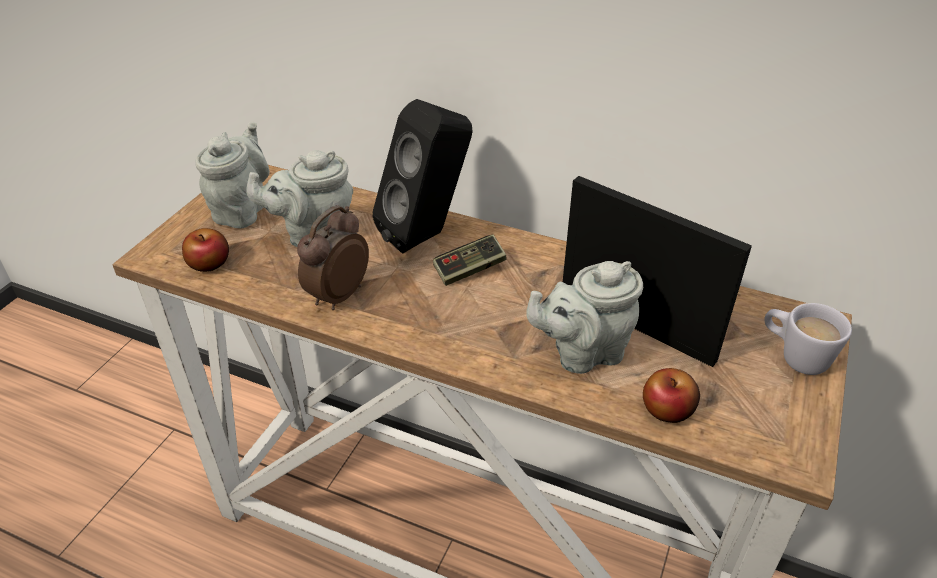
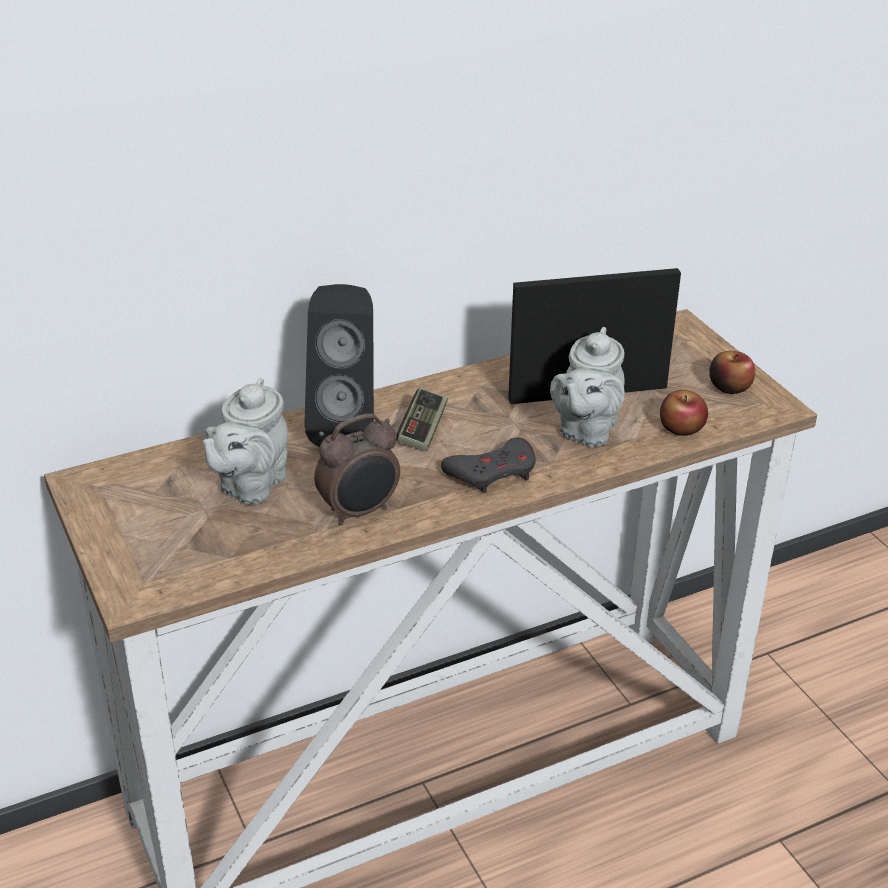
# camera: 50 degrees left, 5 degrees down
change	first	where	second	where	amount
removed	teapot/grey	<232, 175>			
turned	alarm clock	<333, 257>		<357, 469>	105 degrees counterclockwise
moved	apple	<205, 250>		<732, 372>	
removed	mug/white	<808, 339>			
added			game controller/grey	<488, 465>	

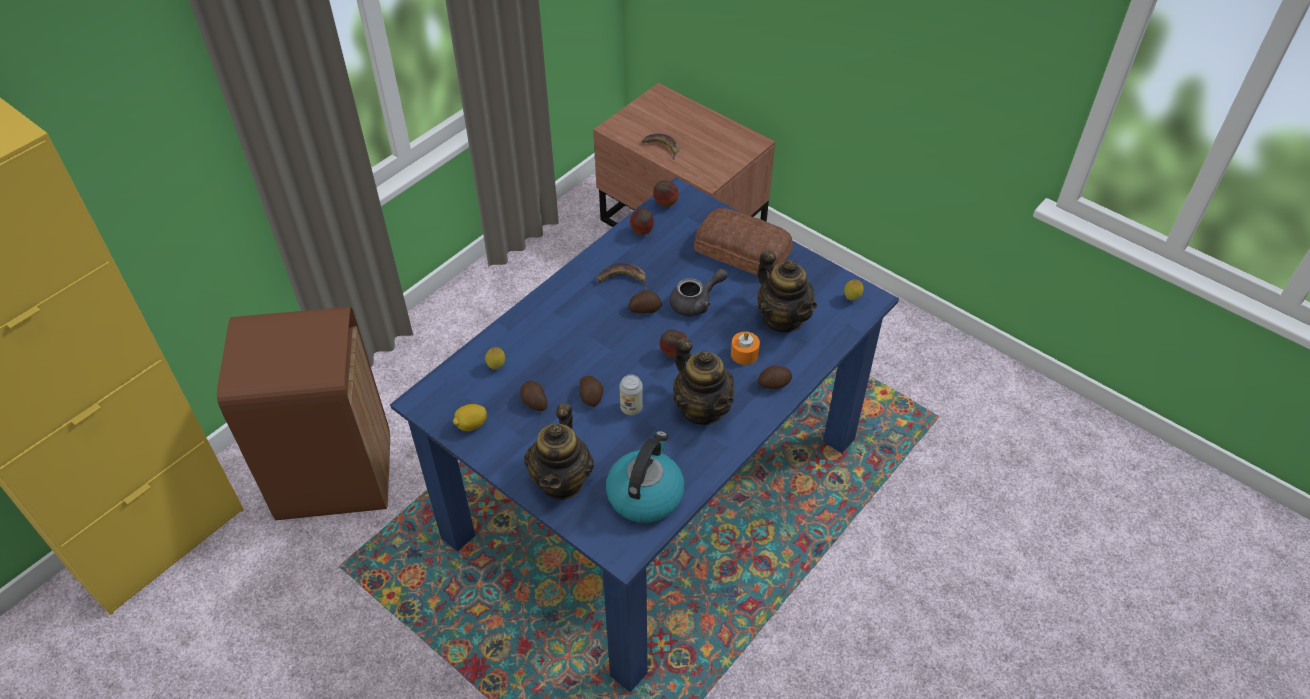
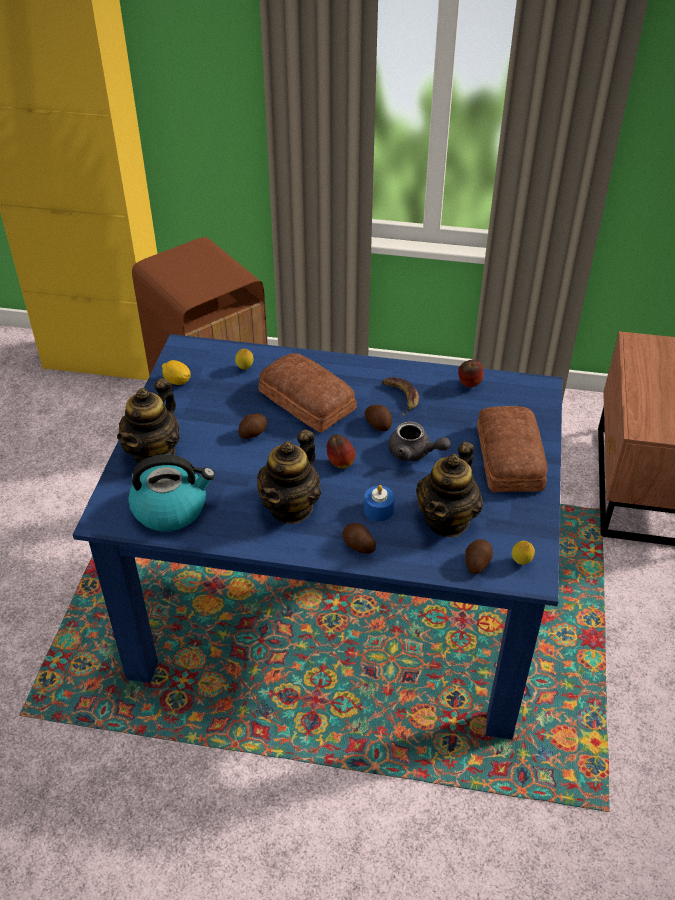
# camera: 60 degrees right, 5 degrees down
change	first	where	second	where	amount
removed	banana	<660, 147>			
removed	apple	<666, 193>			
recoloured	candle/orange	<745, 348>	candle/blue	<379, 503>	
removed	can	<631, 395>			
moved	potato	<534, 396>		<479, 556>	
turned	teapot	<559, 451>		<148, 421>	45 degrees counterclockwise
added			bread	<307, 393>	

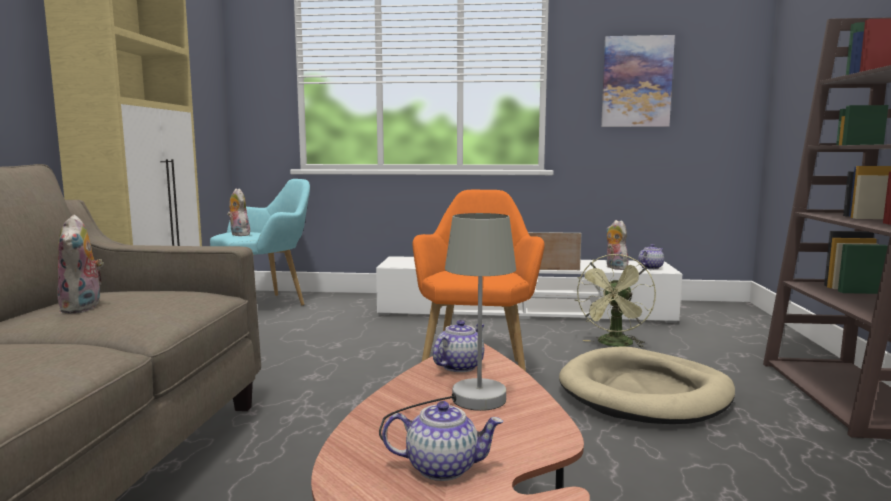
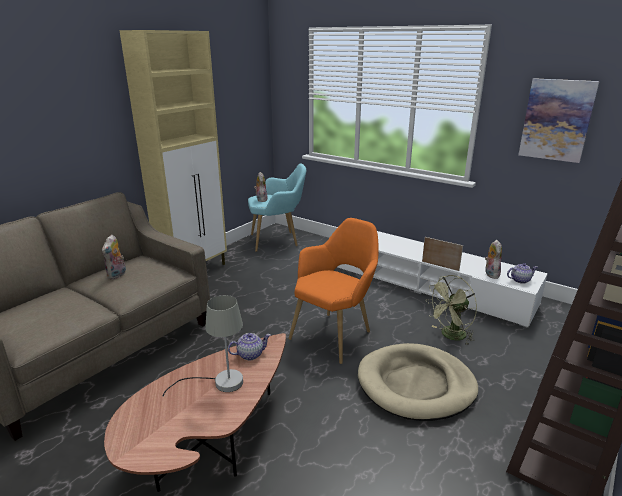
# camera: 30 degrees right, 15 degrees up
change	first	where	second	where	amount
removed	teapot	<442, 441>			

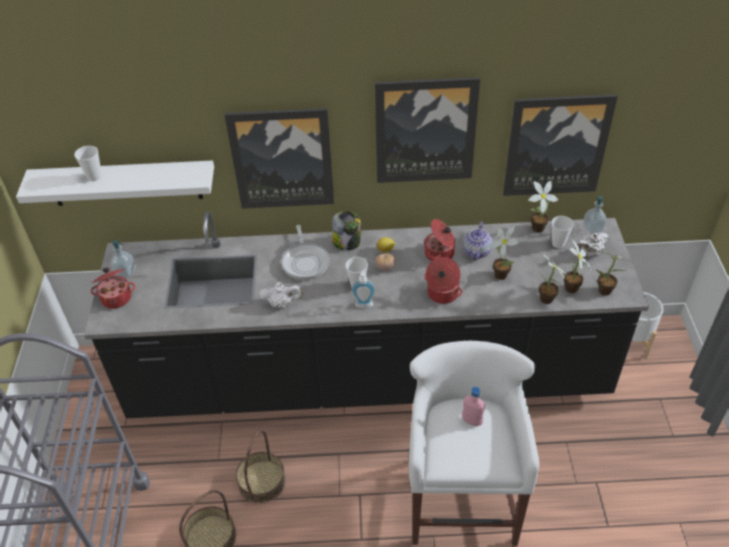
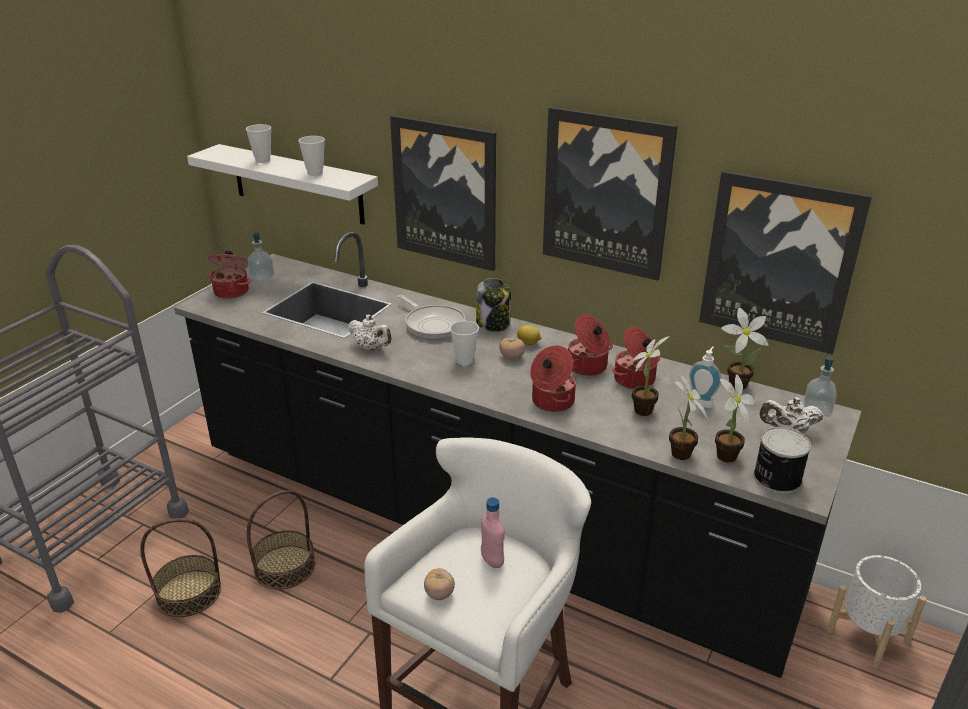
# camera: 30 degrees right, 15 degrees down
change	first	where	second	where	amount
moved	cup	<562, 232>		<311, 156>	
replaced	teapot	<478, 241>	cooking pot	<636, 358>	
turned	frying pan	<305, 252>		<432, 317>	60 degrees counterclockwise
replaced	potted plant	<611, 274>	can	<782, 460>	
moved	soap dispenser	<363, 288>		<705, 377>	
added			tomato	<439, 584>	

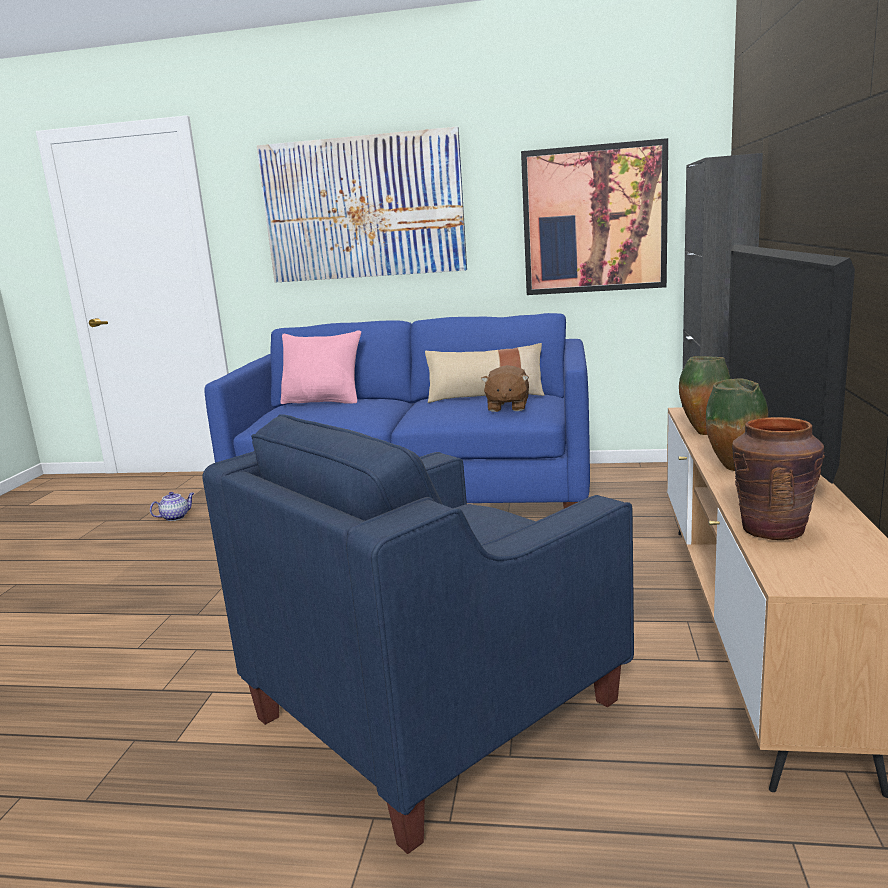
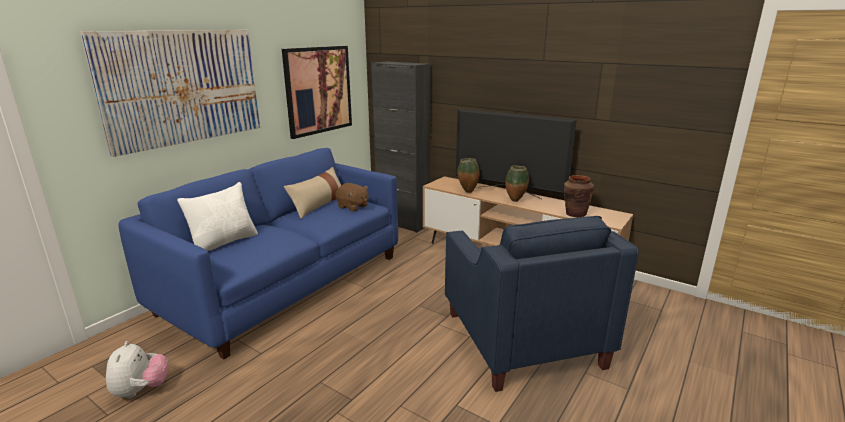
# camera: 65 degrees left, 5 degrees up
change	first	where	second	where	amount
recoloured	pillow/pink	<321, 367>	pillow/white	<217, 216>	
replaced	teapot	<172, 506>	plush toy	<137, 370>	

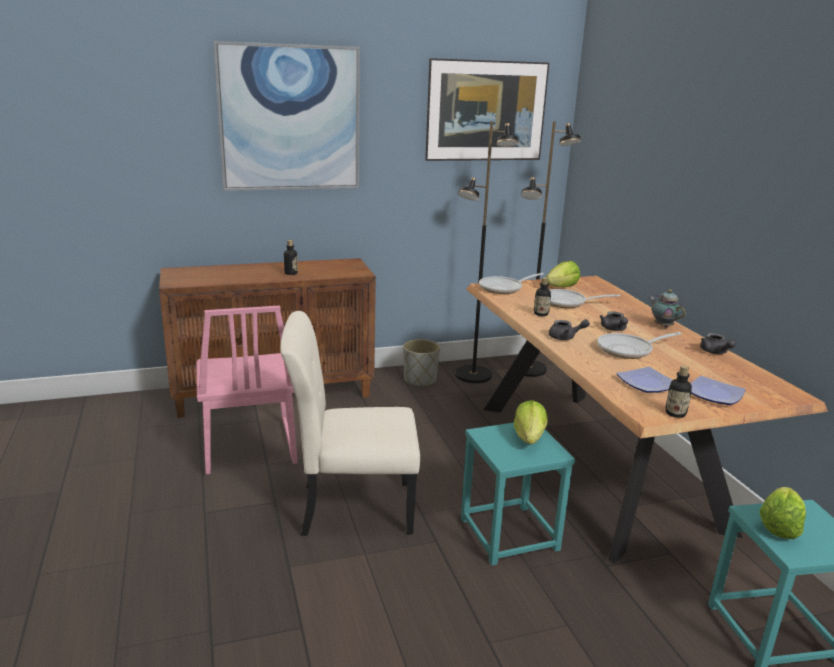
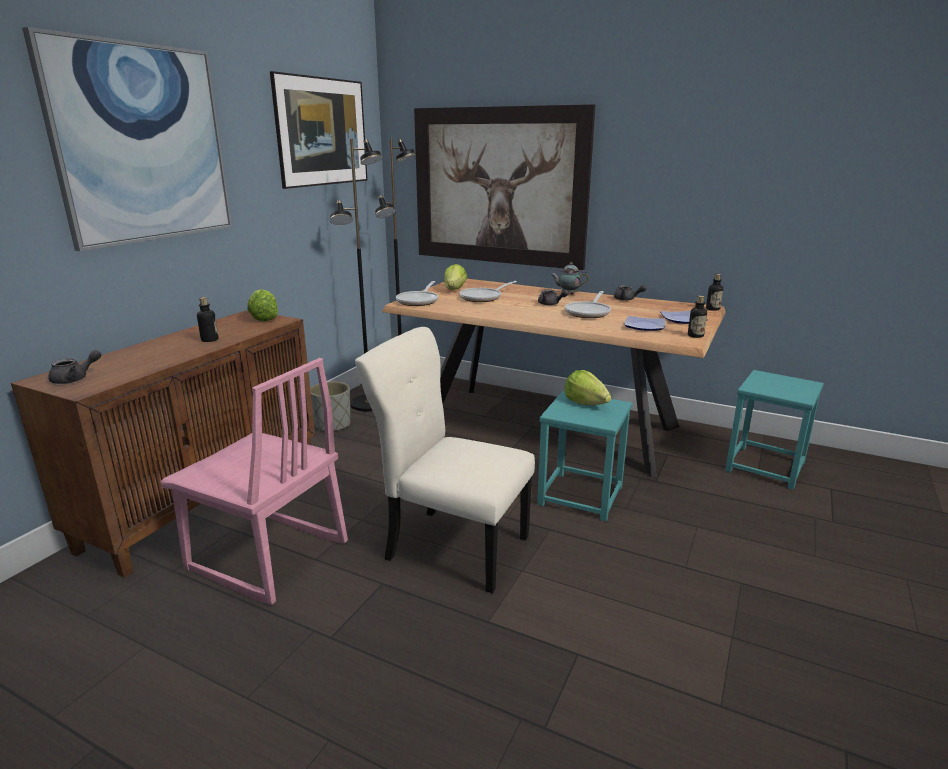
# camera: 45 degrees left, 0 degrees up
change	first	where	second	where	amount
moved	bottle	<542, 296>		<714, 292>	
turned	chair/beige	<350, 423>		<445, 460>	75 degrees clockwise
moved	teapot/grey	<569, 329>		<75, 367>	
moved	lettuce	<782, 513>		<262, 305>	
added			picture	<504, 187>	

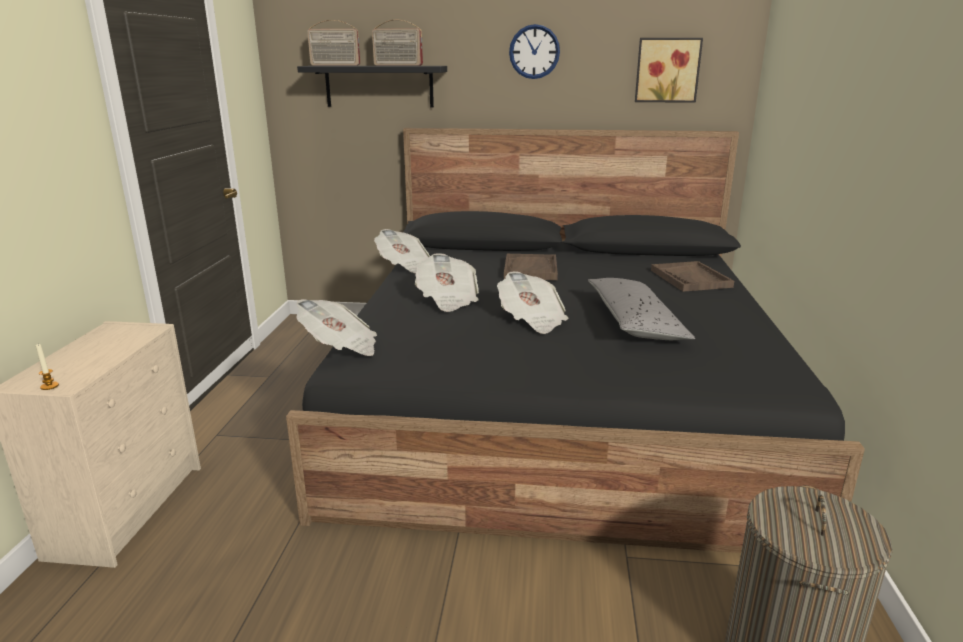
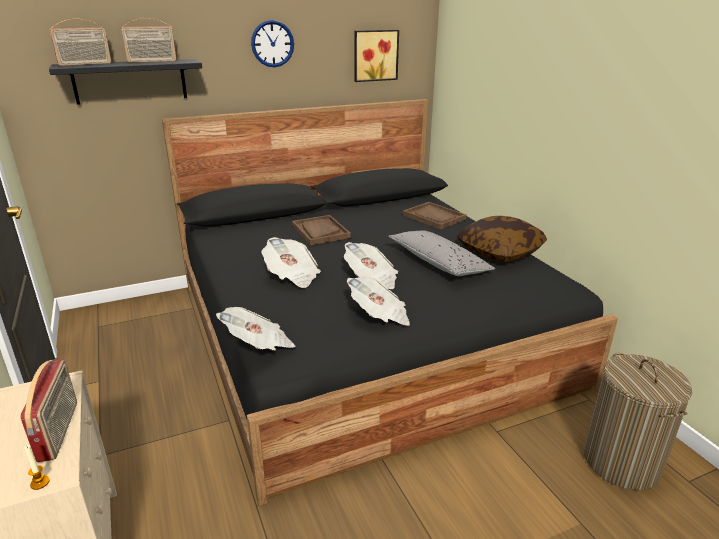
# camera: 30 degrees left, 5 degrees up
change	first	where	second	where	amount
moved	newspaper	<402, 251>		<378, 301>	
added			pillow	<502, 239>	
added			radio	<49, 411>	

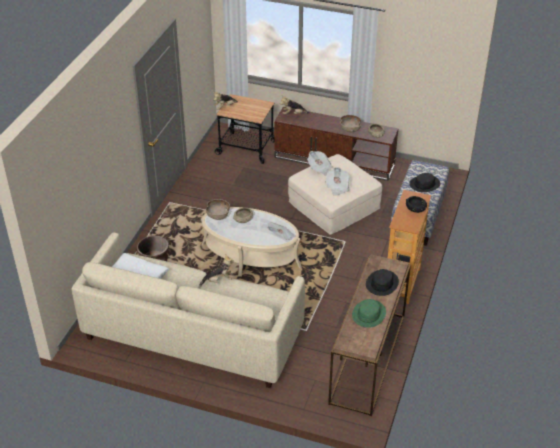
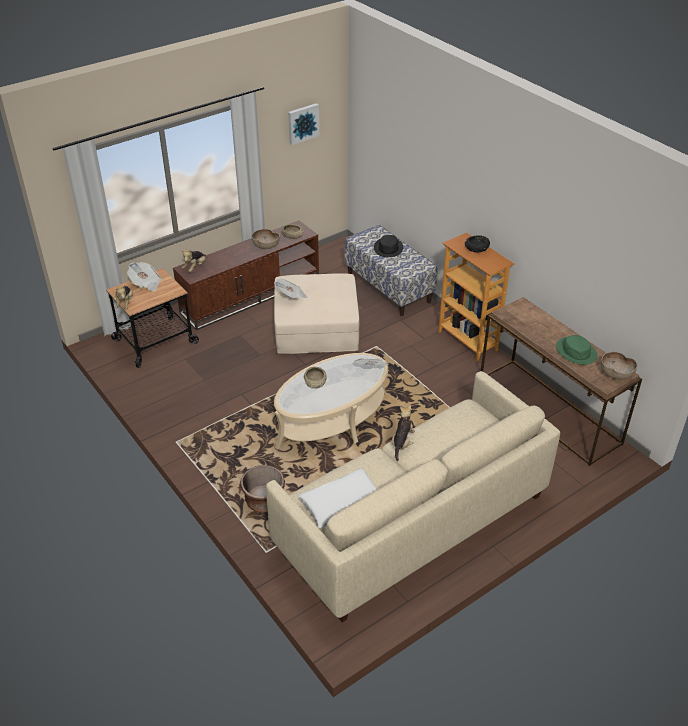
# camera: 55 degrees left, 0 degrees up
change	first	where	second	where	amount
moved	newspaper	<337, 181>		<144, 276>	
moved	bowl/brown	<218, 209>		<619, 366>	
removed	hat/black	<382, 282>			
added			picture	<303, 124>	

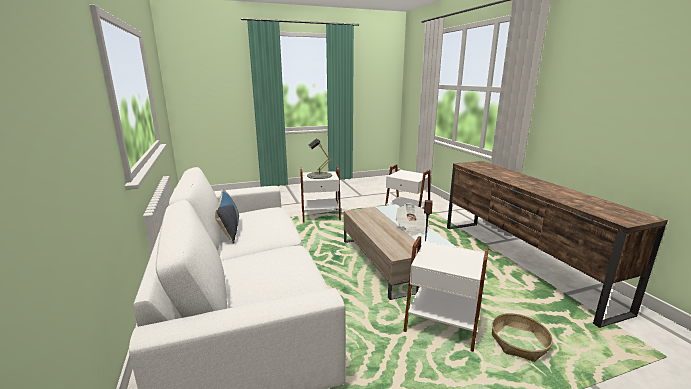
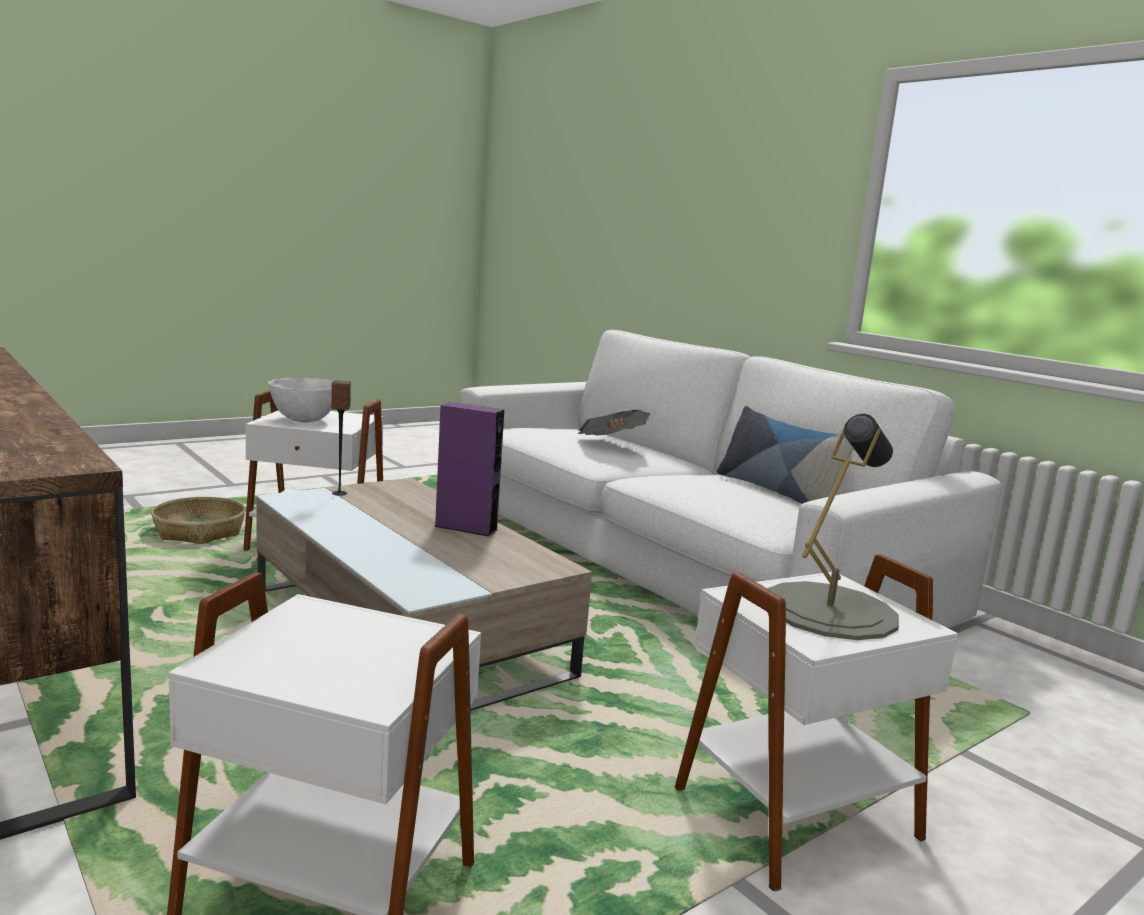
# camera: 160 degrees right, 5 degrees down
change	first	where	second	where	amount
moved	newspaper	<412, 219>		<614, 422>	
added			bowl/white	<300, 400>	
added			speaker/purple	<469, 469>	

